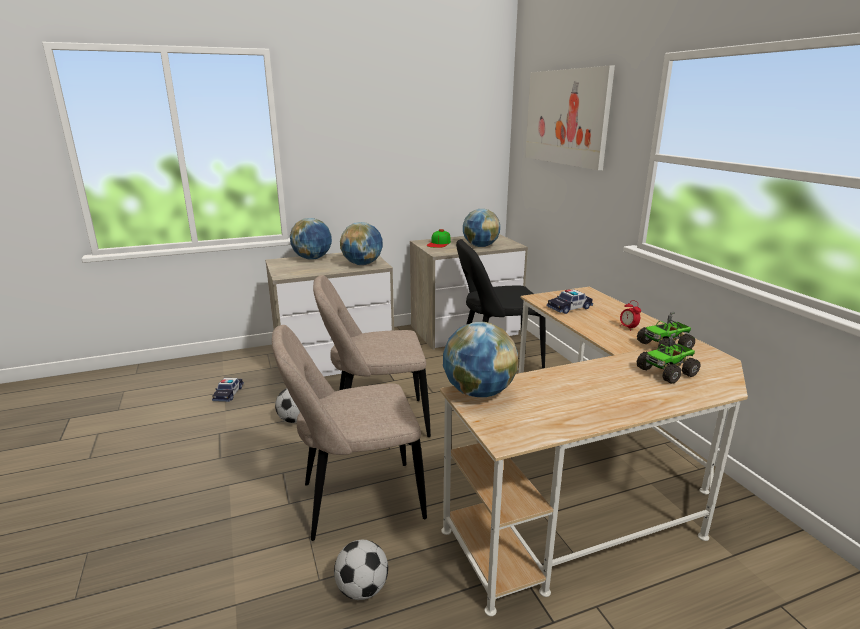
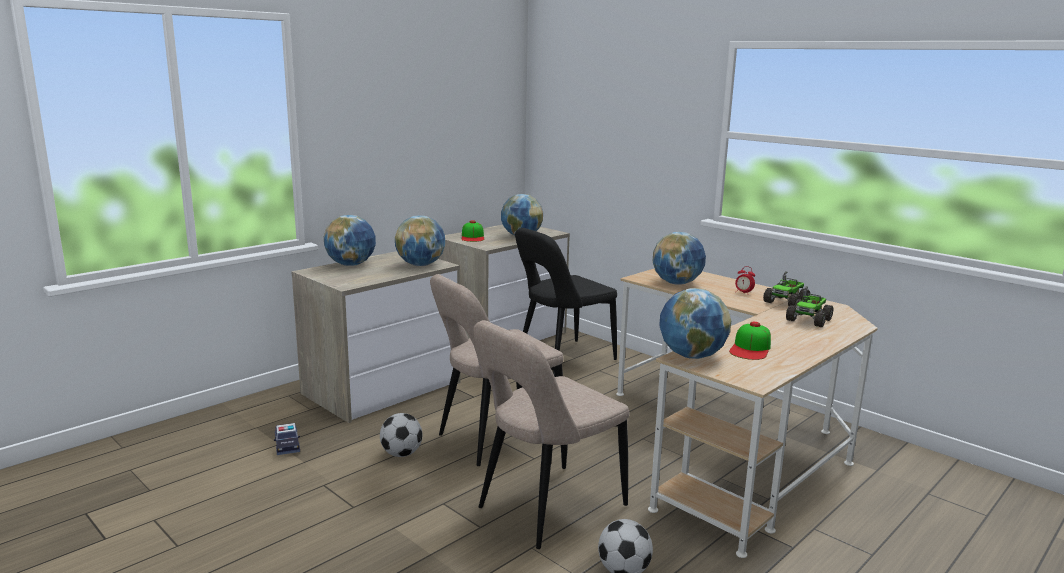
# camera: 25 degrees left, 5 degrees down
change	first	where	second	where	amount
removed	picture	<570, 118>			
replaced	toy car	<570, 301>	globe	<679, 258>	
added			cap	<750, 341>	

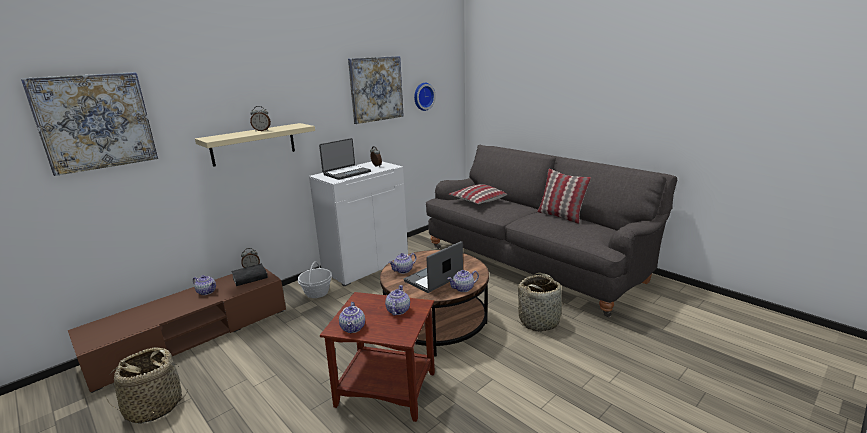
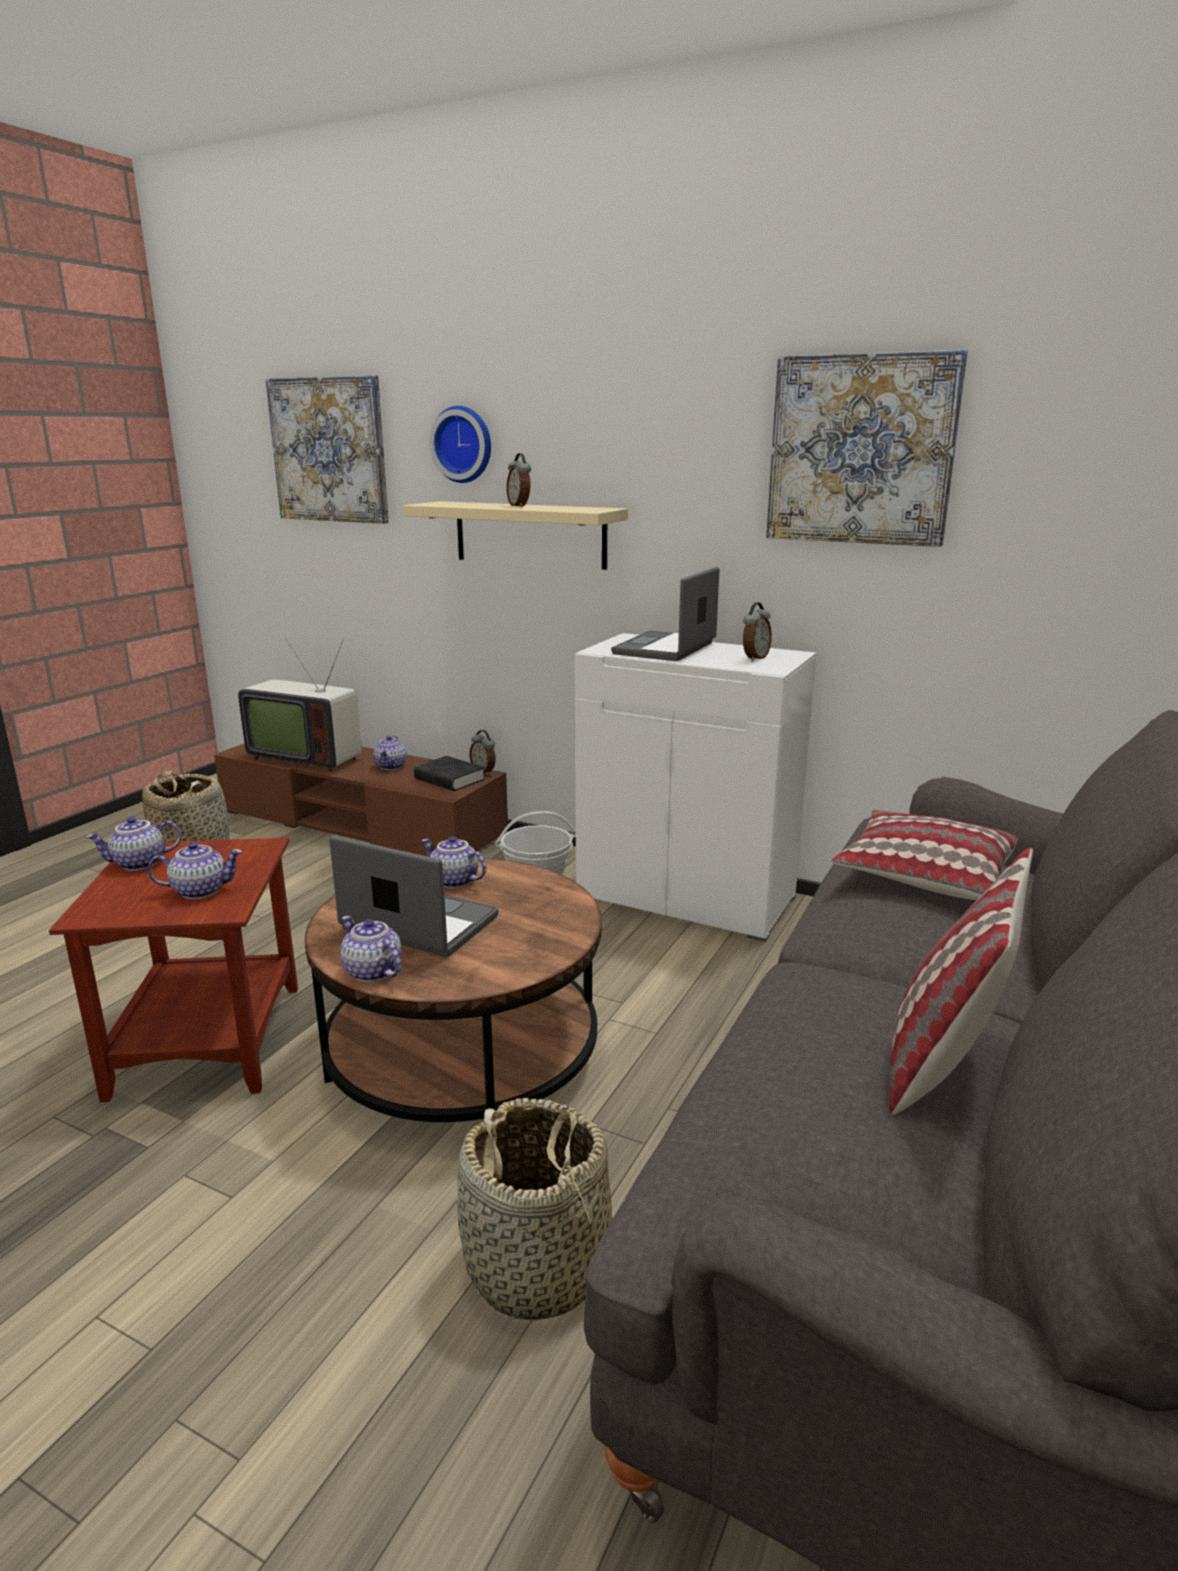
# camera: 70 degrees right, 0 degrees up
change	first	where	second	where	amount
moved	wall clock	<425, 97>		<460, 444>	
turned	laptop	<345, 159>		<665, 614>	90 degrees clockwise
added			television	<300, 705>	

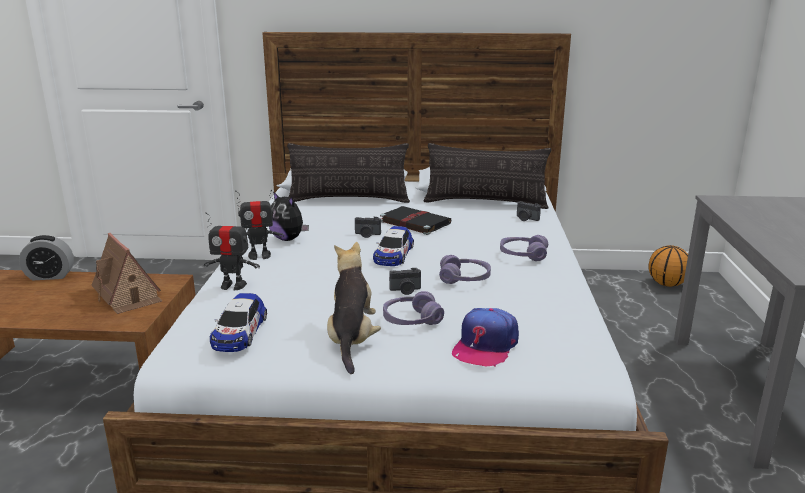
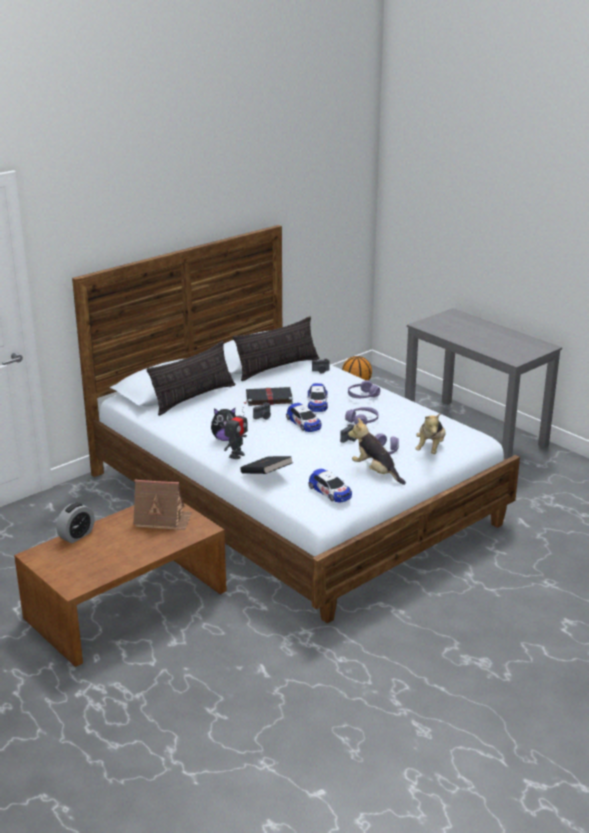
# camera: 45 degrees left, 5 degrees up
change	first	where	second	where	amount
replaced	toy robot	<232, 251>	book/black	<266, 465>	
replaced	cap	<485, 337>	plush toy	<430, 433>	
added			toy car	<318, 397>	

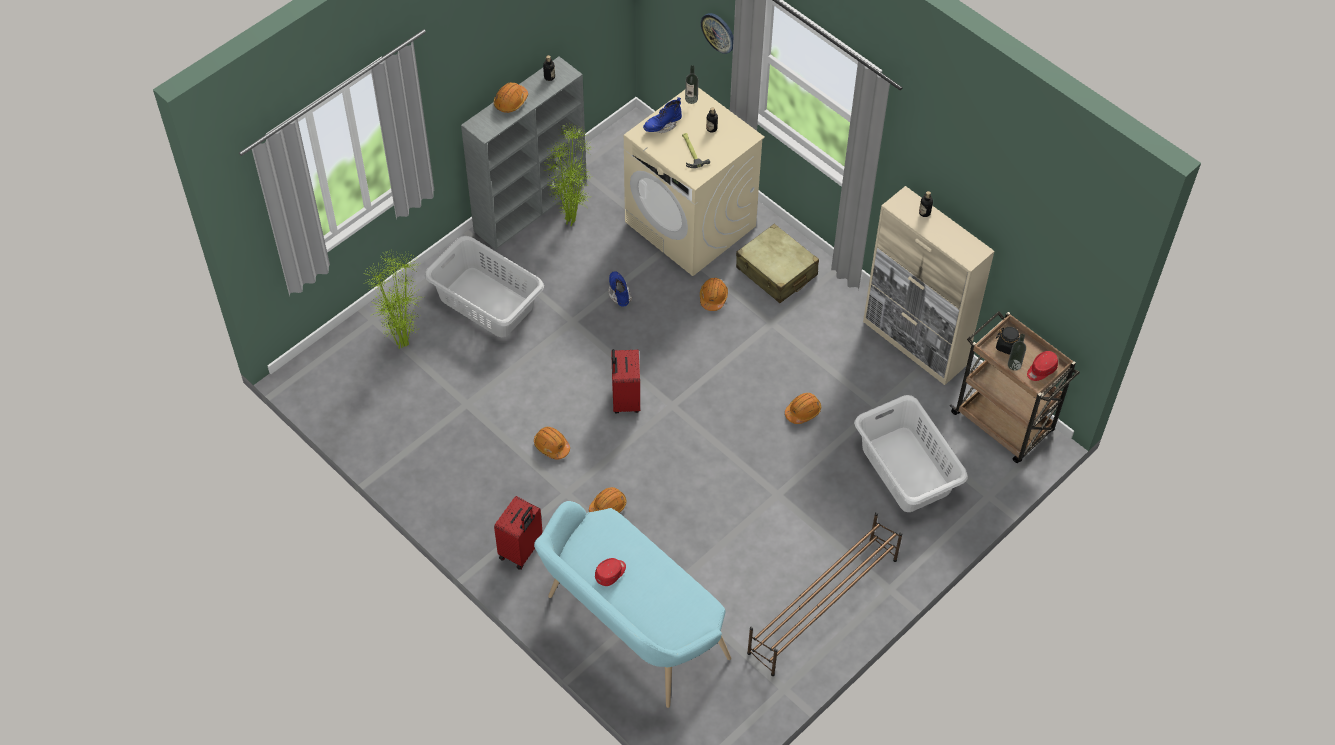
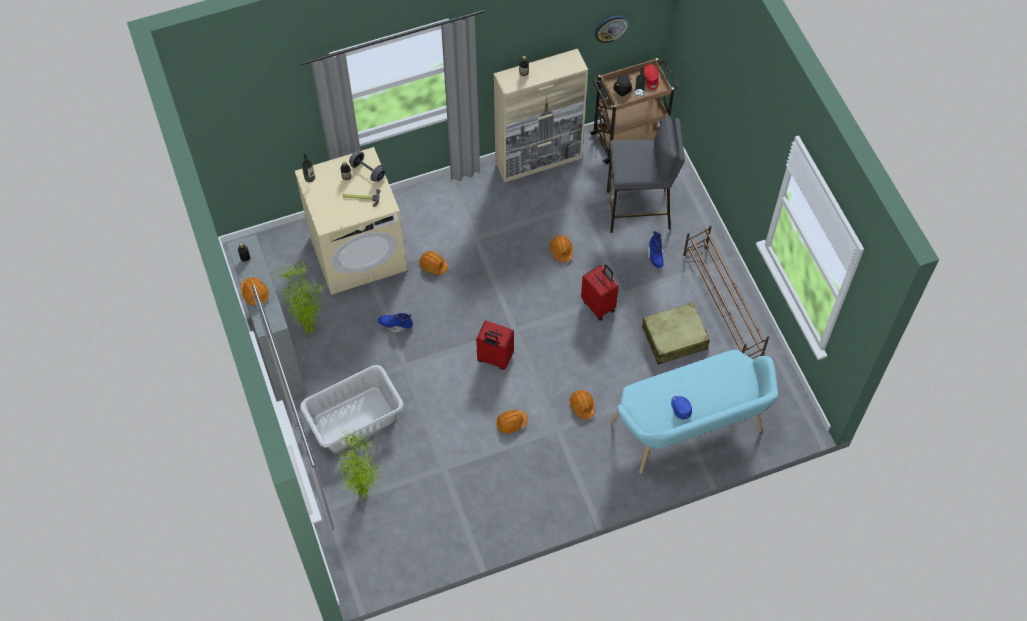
# camera: 65 degrees left, 5 degrees up
change	first	where	second	where	amount
moved	wall clock	<717, 33>		<612, 29>	
moved	boot/blue	<662, 115>		<655, 249>	
moved	suitcase/beige	<777, 263>		<676, 333>	
replaced	laundry basket/white	<911, 453>	stool/grey	<646, 174>	
moved	suitcase/red	<518, 533>		<600, 292>	
recoloured	cap/red	<610, 572>	cap/blue	<681, 407>	
added			dumbbell/grey	<367, 166>	

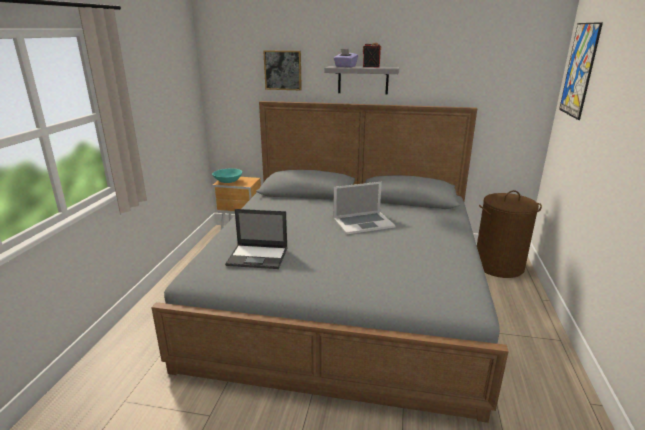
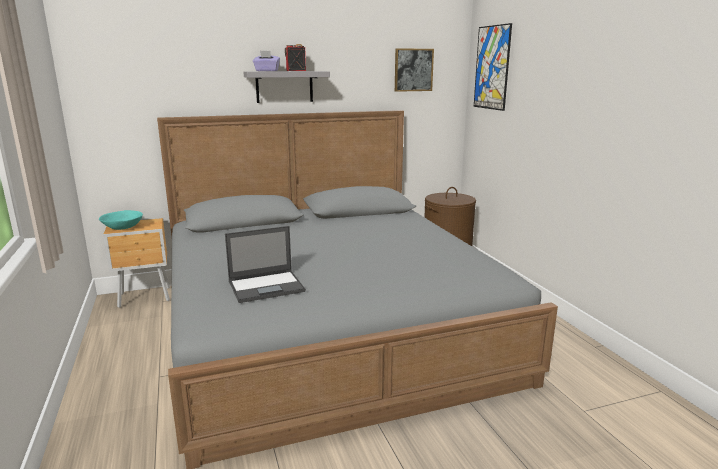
# camera: 30 degrees left, 5 degrees down
change	first	where	second	where	amount
moved	picture	<282, 70>		<414, 70>	
removed	laptop	<364, 208>			

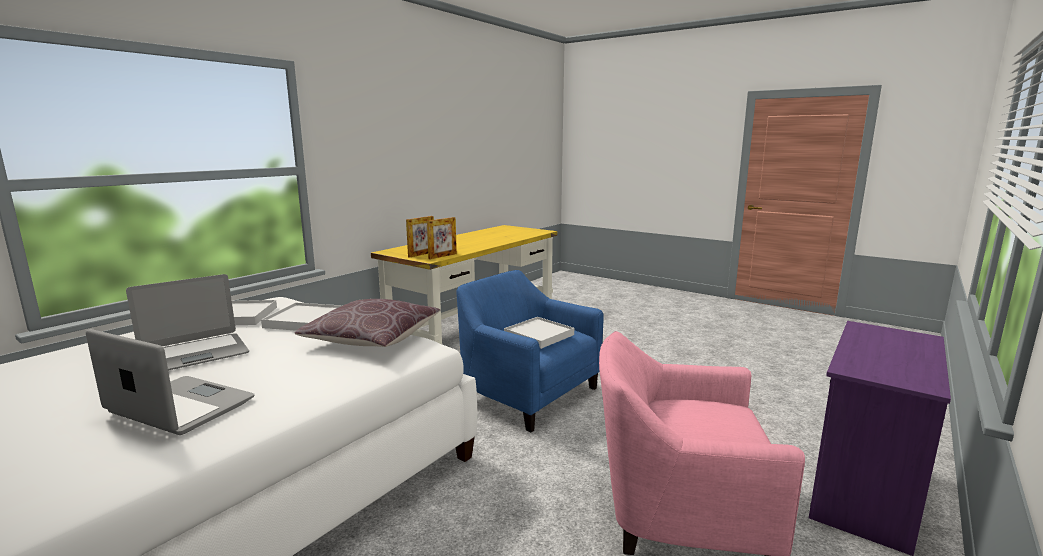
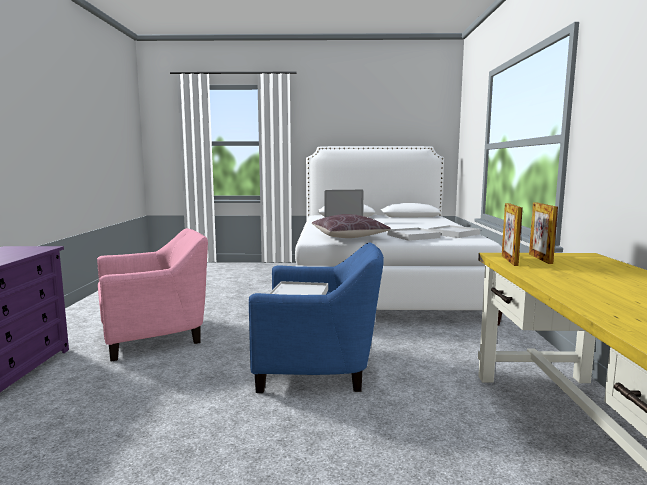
# camera: 145 degrees right, 5 degrees down
change	first	where	second	where	amount
removed	laptop	<187, 322>			

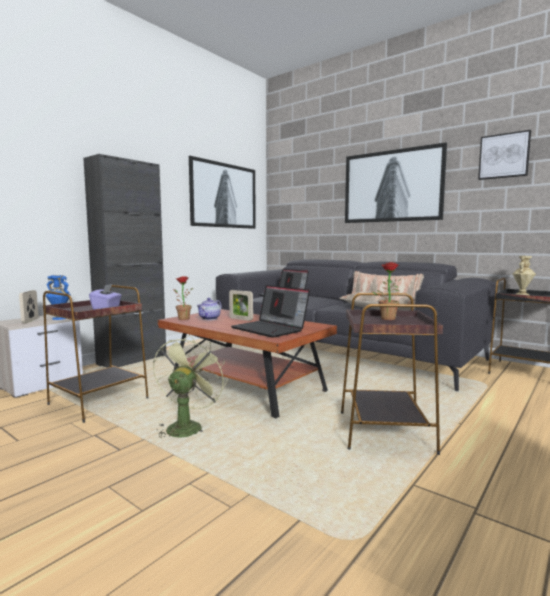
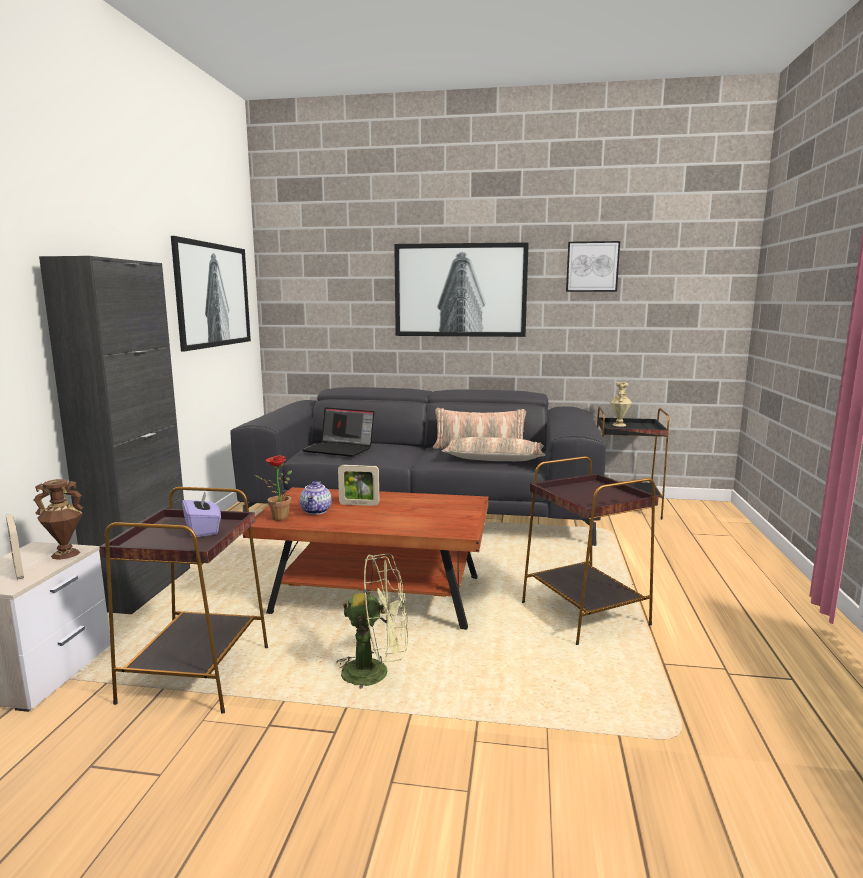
# camera: 30 degrees left, 5 degrees up
change	first	where	second	where	amount
removed	potted plant	<387, 291>			
recoloured	vase/blue	<58, 297>	vase/brown	<58, 519>	
removed	laptop	<270, 311>			
turned	fan/green	<190, 386>		<372, 621>	105 degrees clockwise

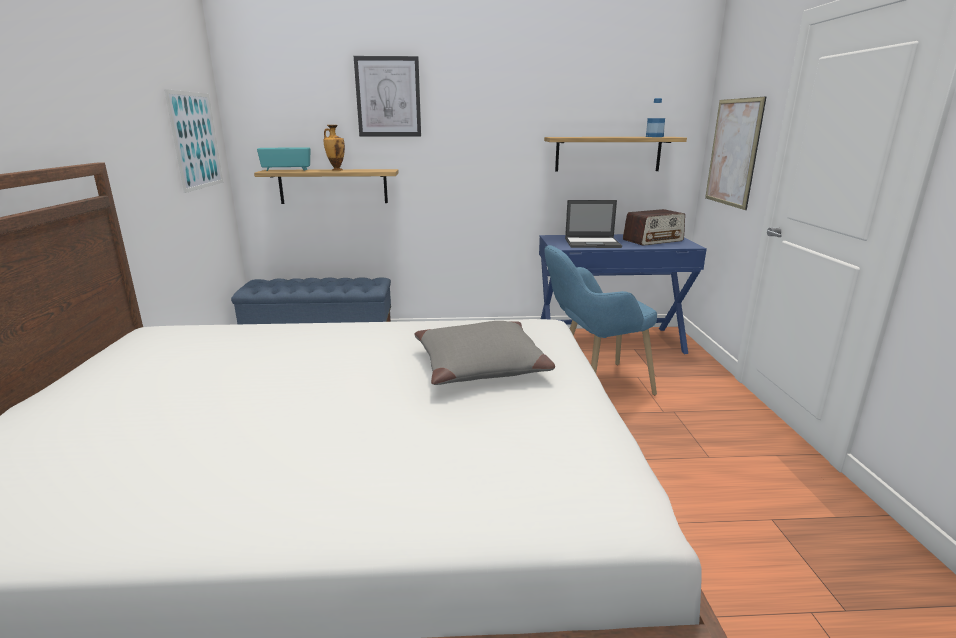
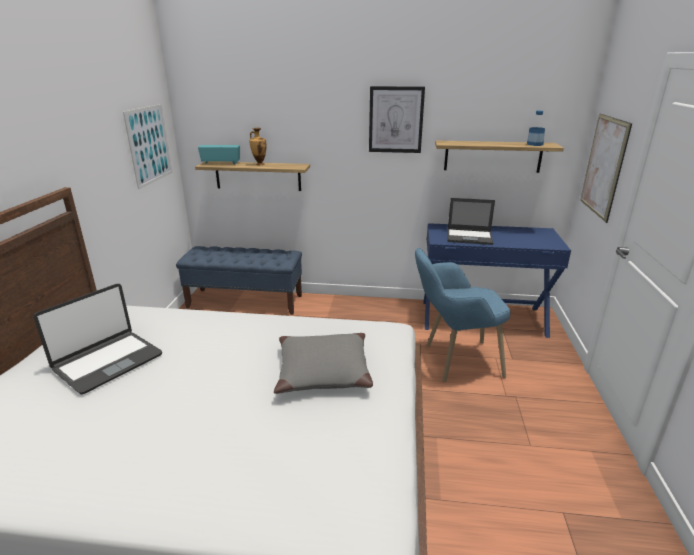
# camera: 10 degrees right, 5 degrees up
change	first	where	second	where	amount
moved	picture	<387, 96>		<397, 119>	
removed	radio	<654, 227>			
added			laptop	<98, 339>	

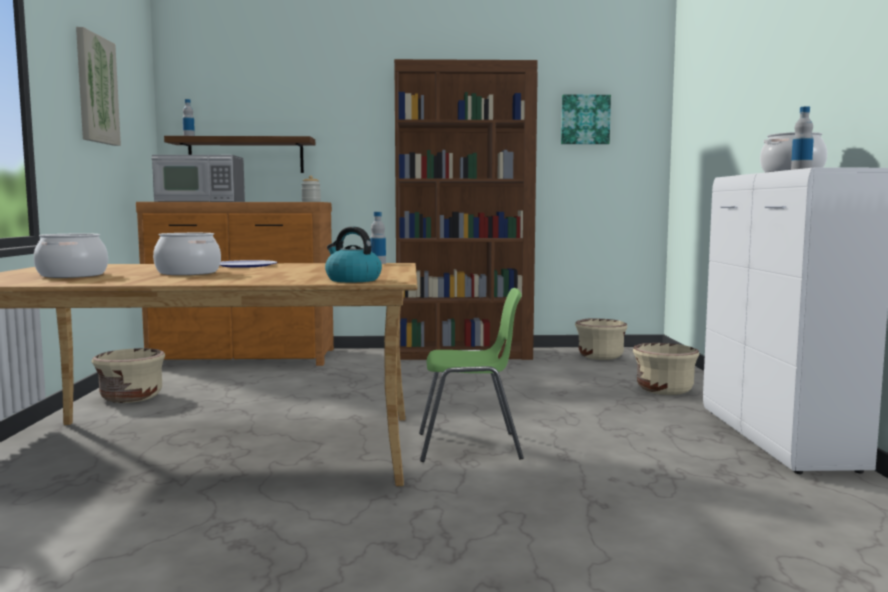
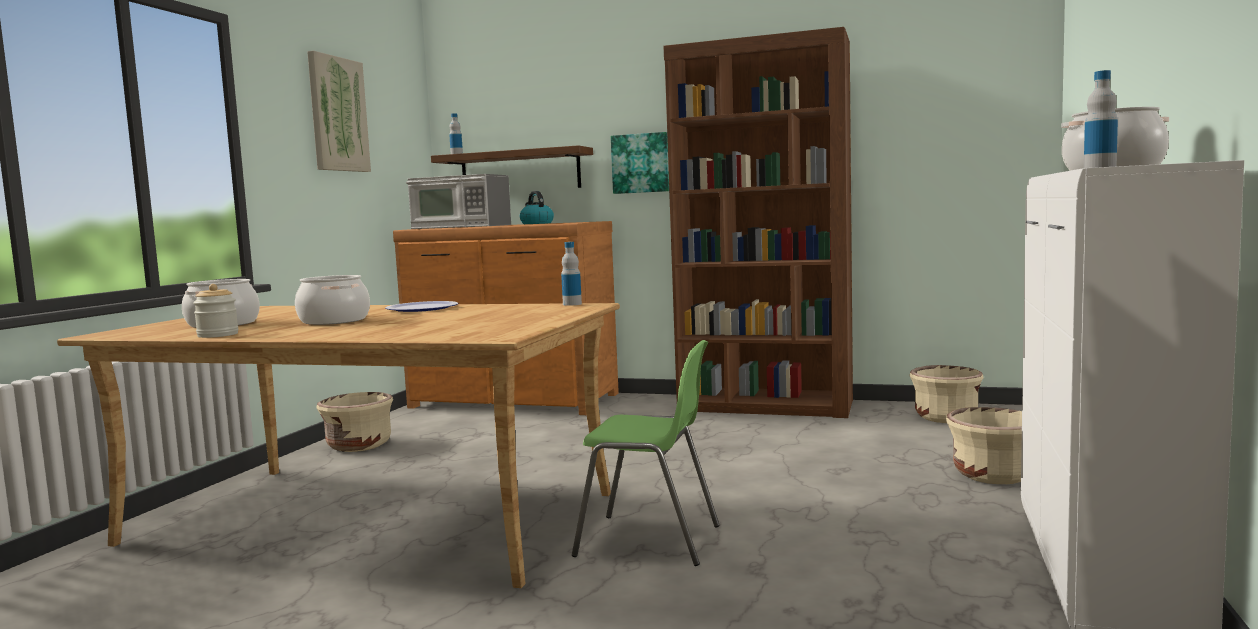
# camera: 20 degrees right, 0 degrees up
change	first	where	second	where	amount
moved	picture	<586, 119>		<640, 163>	
moved	jar	<311, 188>		<216, 311>	
moved	kettle	<353, 254>		<537, 207>	

